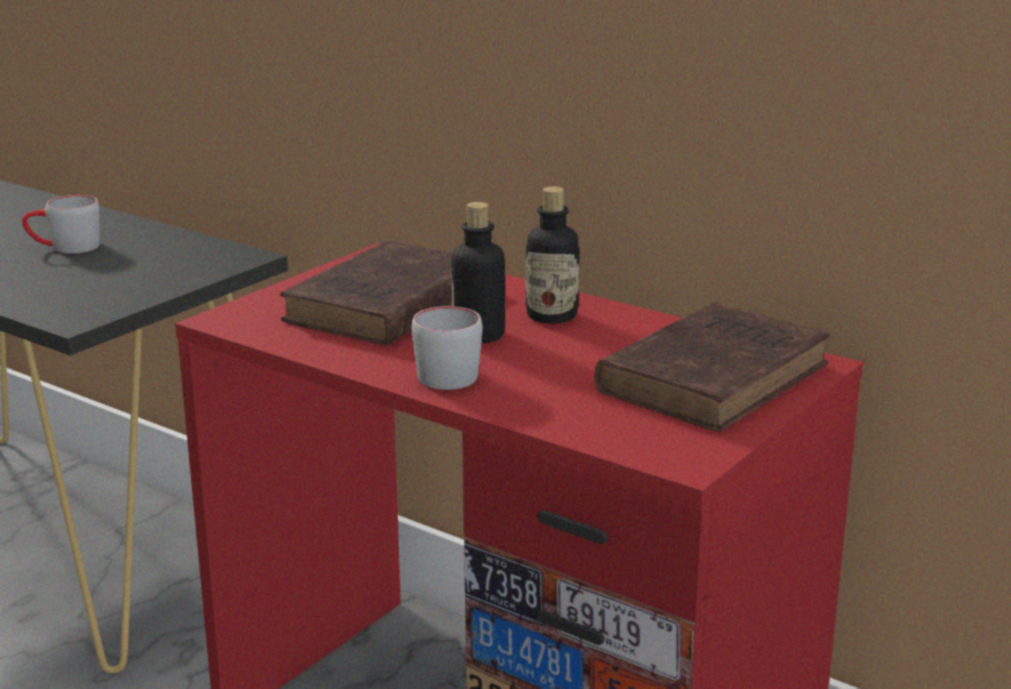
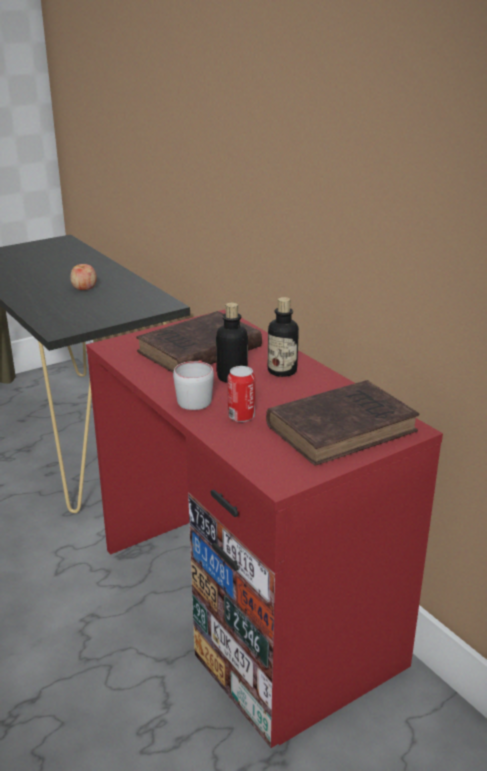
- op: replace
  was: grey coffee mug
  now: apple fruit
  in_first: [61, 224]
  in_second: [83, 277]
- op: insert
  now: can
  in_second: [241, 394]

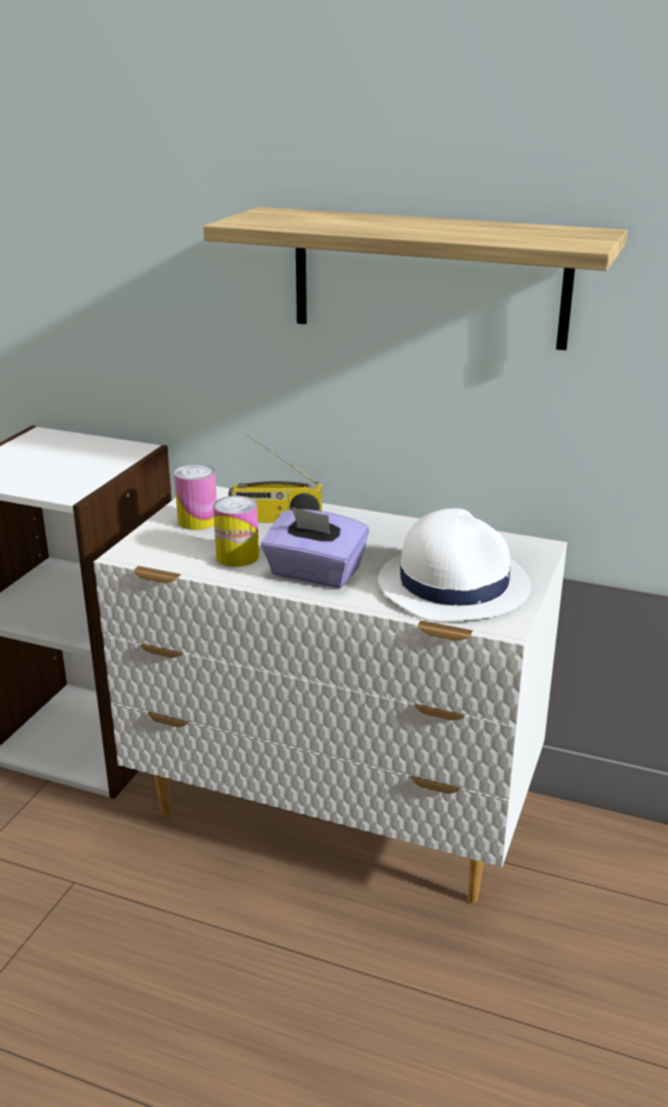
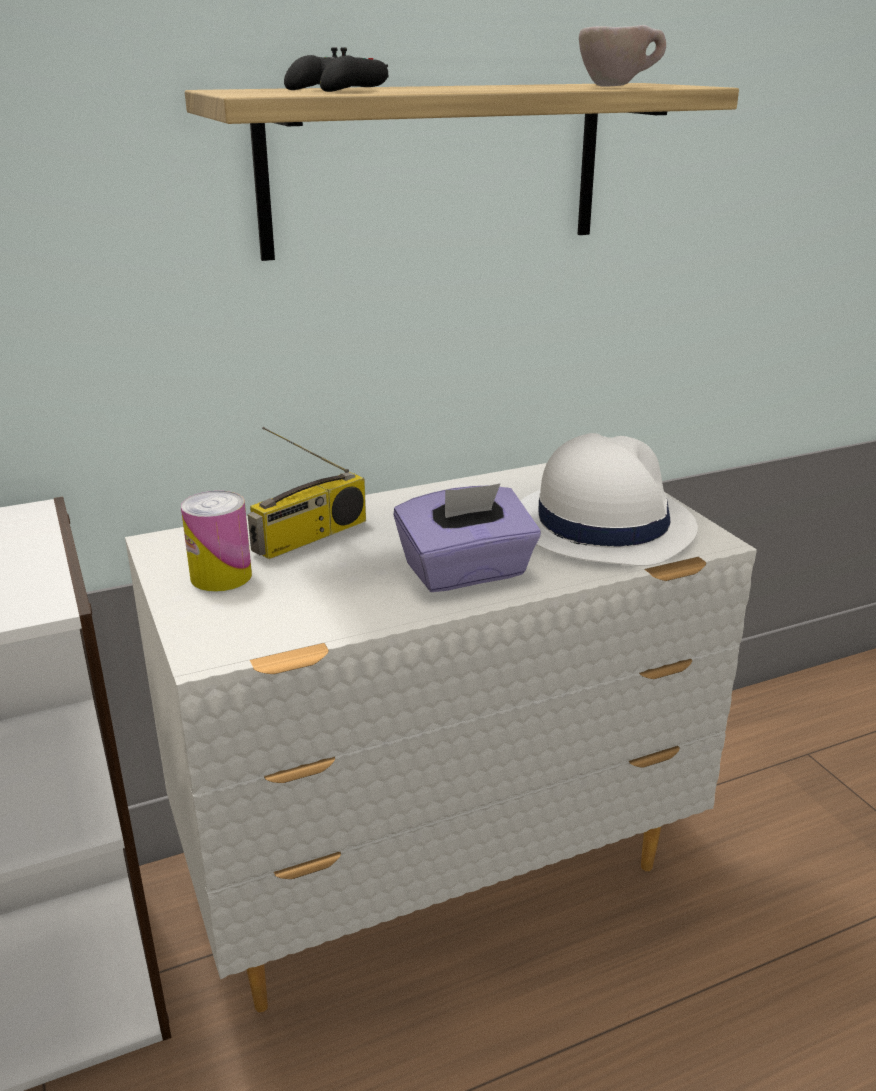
- op: delete
  was: can
  in_first: [236, 531]
- op: insert
  now: blackish gamepad
  in_second: [336, 70]
- op: insert
  now: sand-coloured drinking cup
  in_second: [622, 55]

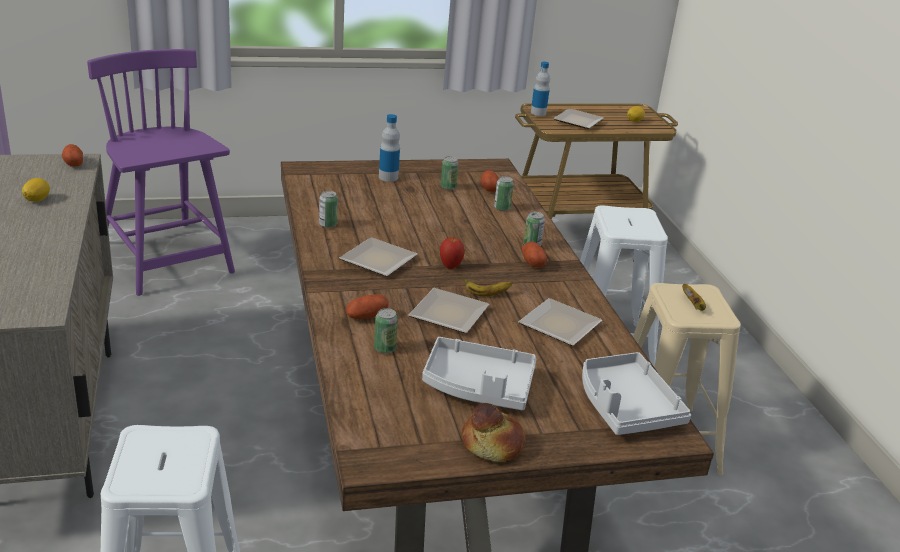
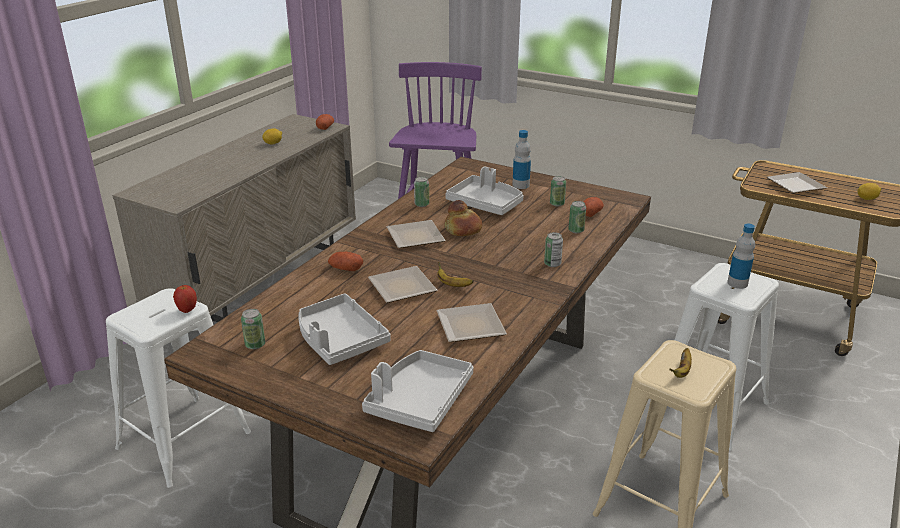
- op: move
  was: can
  in_first: [386, 331]
  in_second: [253, 329]
- op: move
  was: apple fruit
  in_first: [452, 253]
  in_second: [185, 299]
- op: move
  was: bread
  in_first: [494, 432]
  in_second: [463, 218]
- op: delete
  was: potato
  in_first: [534, 254]
- op: move
  was: bottle
  in_first: [540, 88]
  in_second: [741, 256]
- op: insert
  now: grey carrying tray
  in_second: [484, 191]

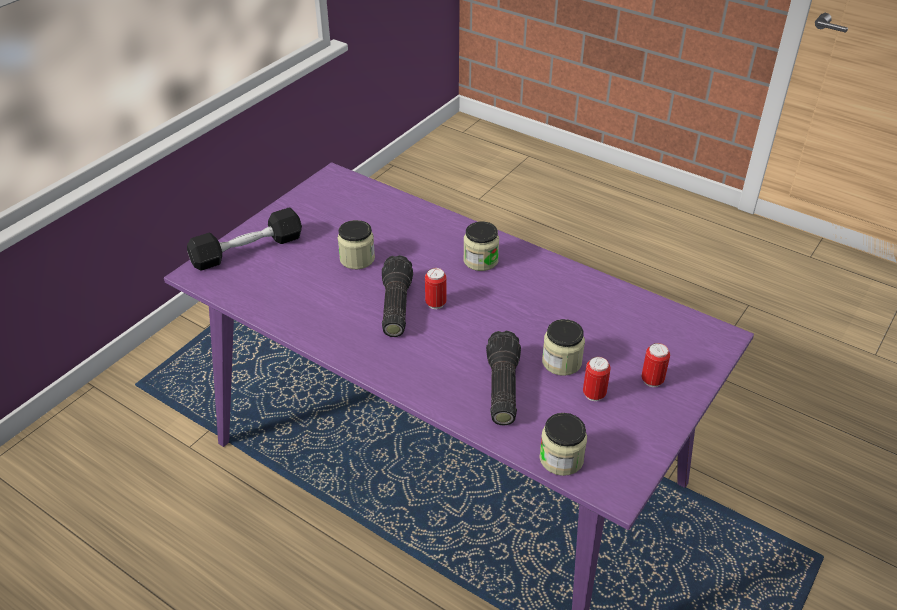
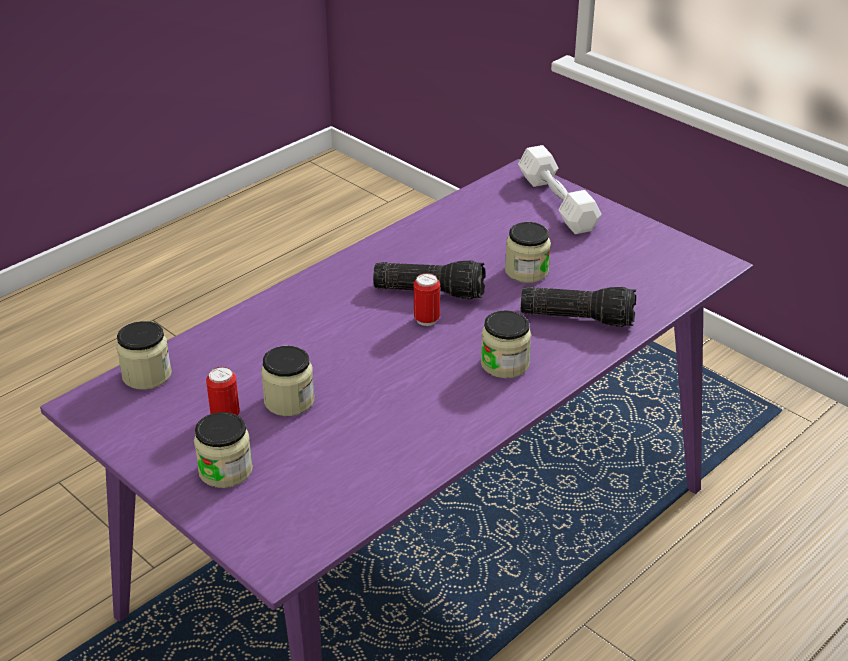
- op: recolor
  was: blackish free weight
  now: white free weight
  in_first: [244, 238]
  in_second: [560, 189]
- op: move
  was: torch
  in_first: [503, 378]
  in_second: [578, 306]
- op: replace
  was: can
  now: storage jar
  in_first: [655, 365]
  in_second: [223, 450]

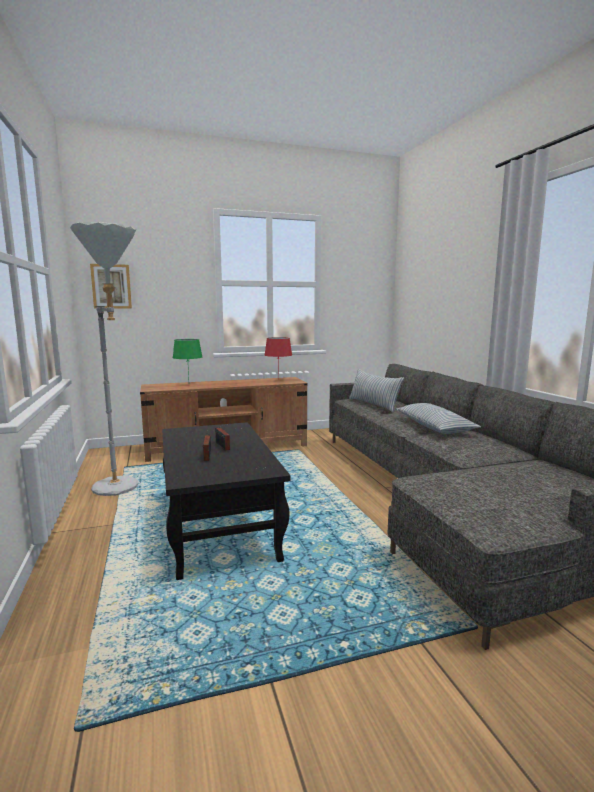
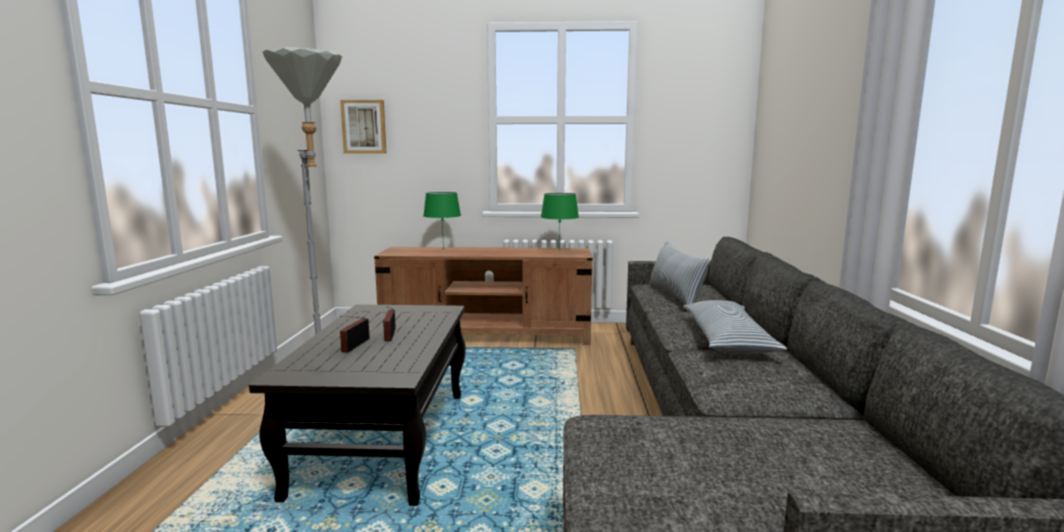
- op: recolor
  was: red-coloured tabletop lamp
  now: green tabletop lamp
  in_first: [278, 358]
  in_second: [560, 222]

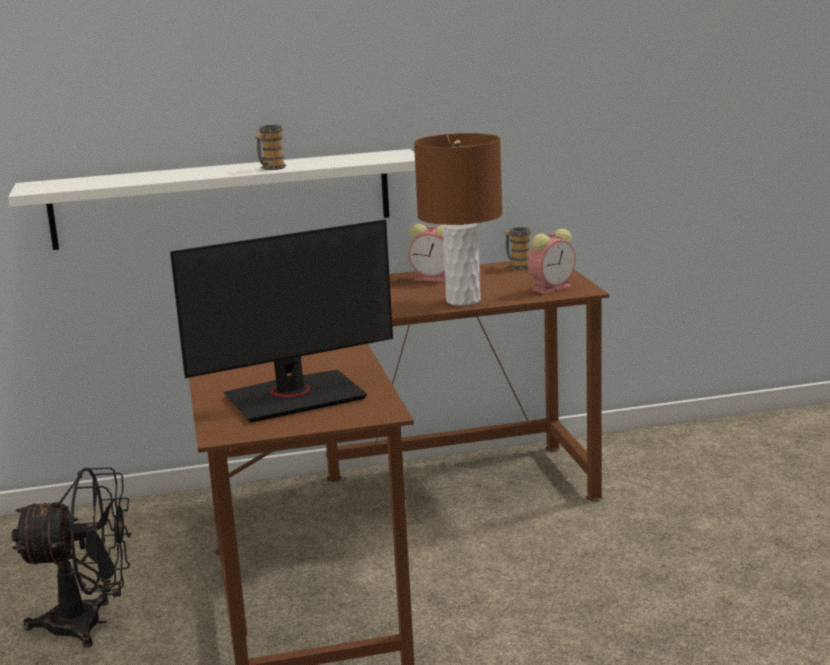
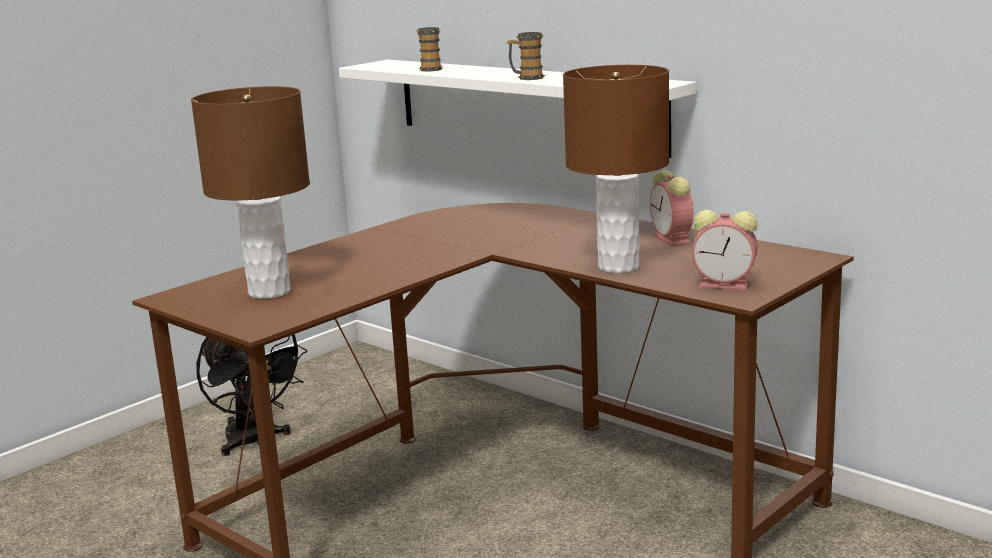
- op: replace
  was: computer display
  now: brownish tabletop lamp
  in_first: [281, 321]
  in_second: [250, 192]
- op: move
  was: coffee mug
  in_first: [518, 248]
  in_second: [429, 49]

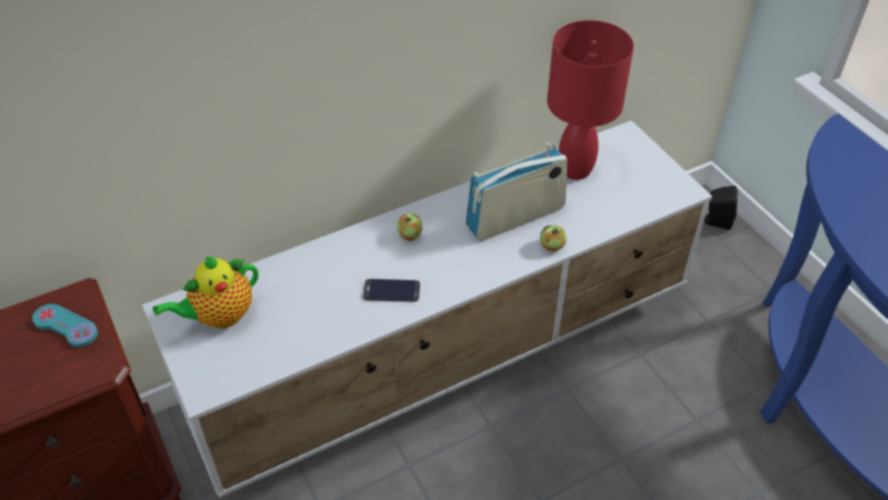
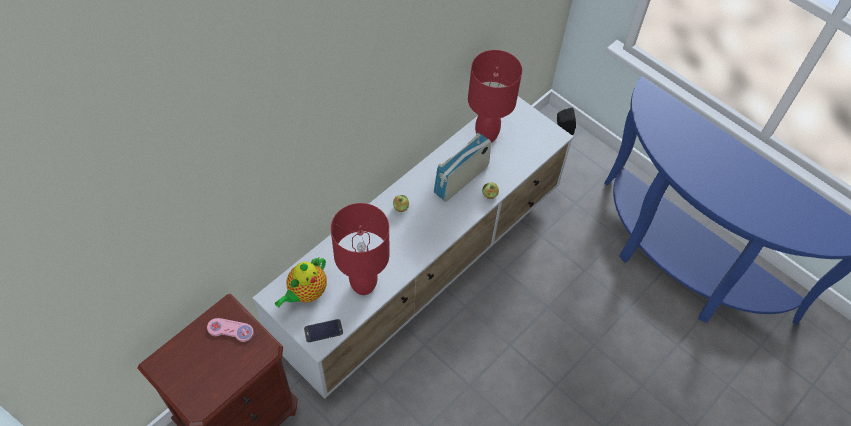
- op: recolor
  was: turquoise-coloured gamepad
  now: pinkish gamepad
  in_first: [65, 325]
  in_second: [230, 330]
- op: move
  was: phone
  in_first: [391, 290]
  in_second: [323, 330]
- op: insert
  now: red-coloured tabletop lamp
  in_second: [360, 249]

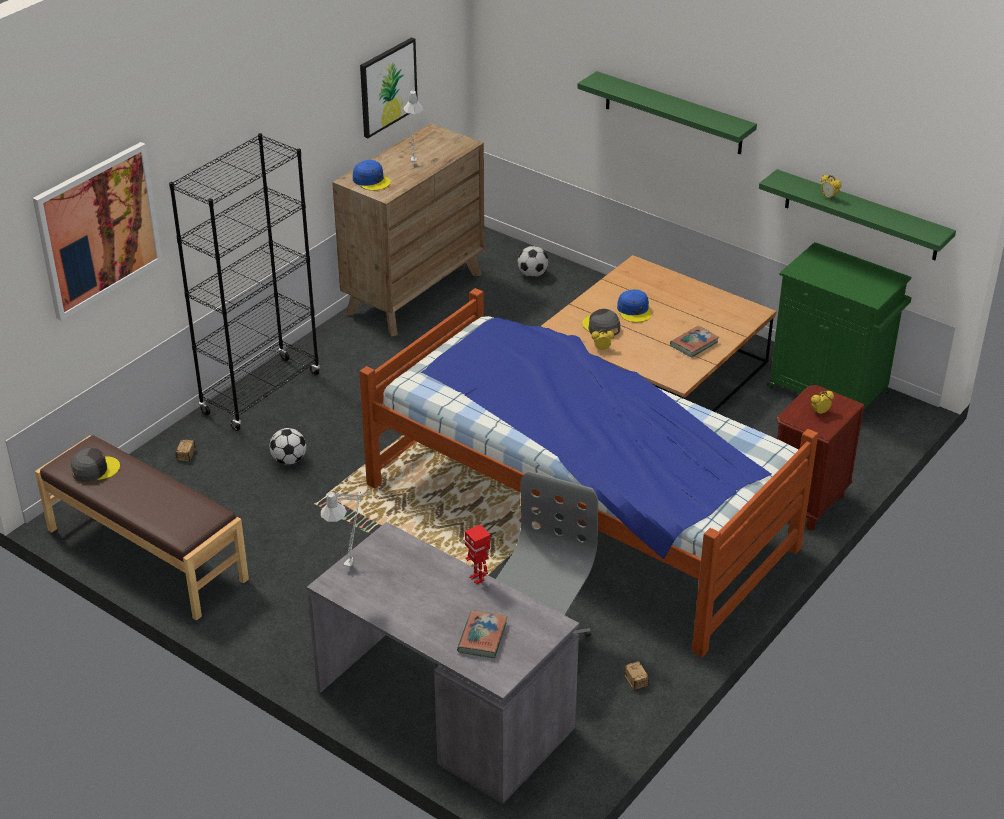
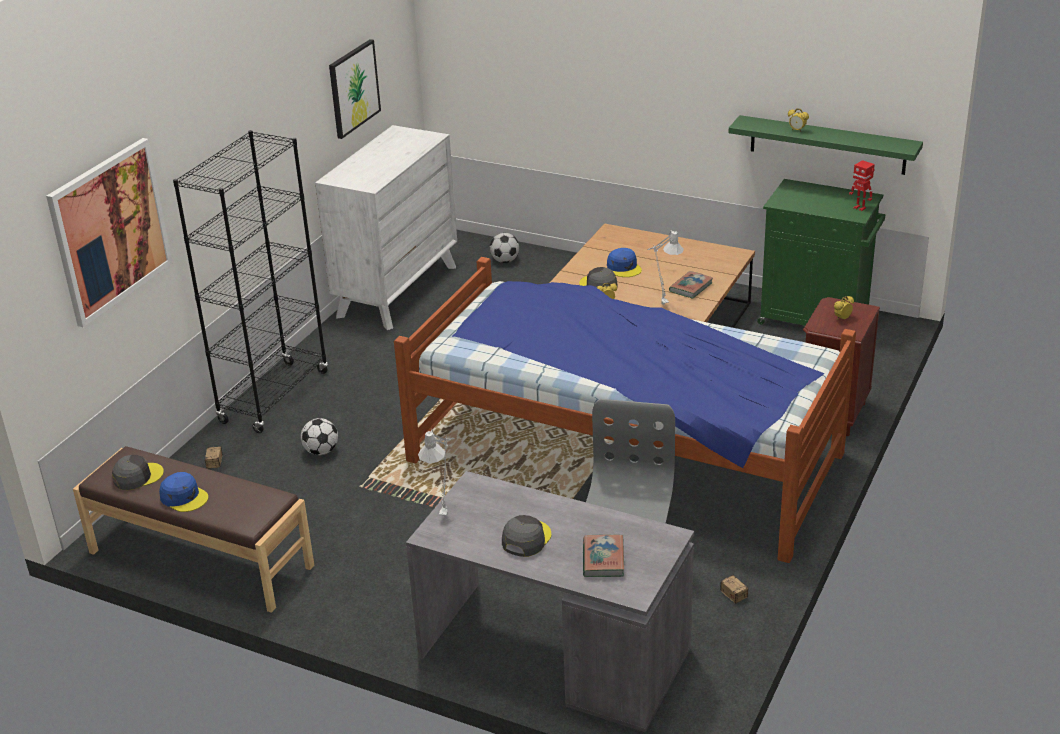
- op: recolor
  was: brownish chest of drawers
  now: white chest of drawers
  in_first: [408, 229]
  in_second: [386, 227]
- op: move
  was: bluish peaked cap
  in_first: [372, 175]
  in_second: [183, 492]
- op: move
  was: grey tabletop lamp
  in_first: [413, 127]
  in_second: [666, 267]
- op: move
  was: toy robot
  in_first: [478, 555]
  in_second: [862, 185]
- op: delete
  was: green bracket shelf
  in_first: [667, 113]
- op: insert
  now: grey peaked cap
  in_second: [526, 536]

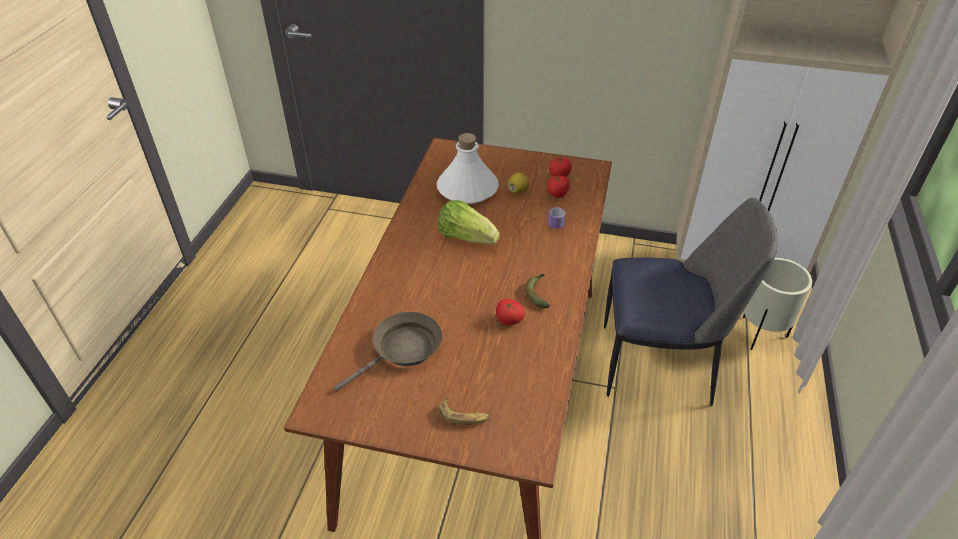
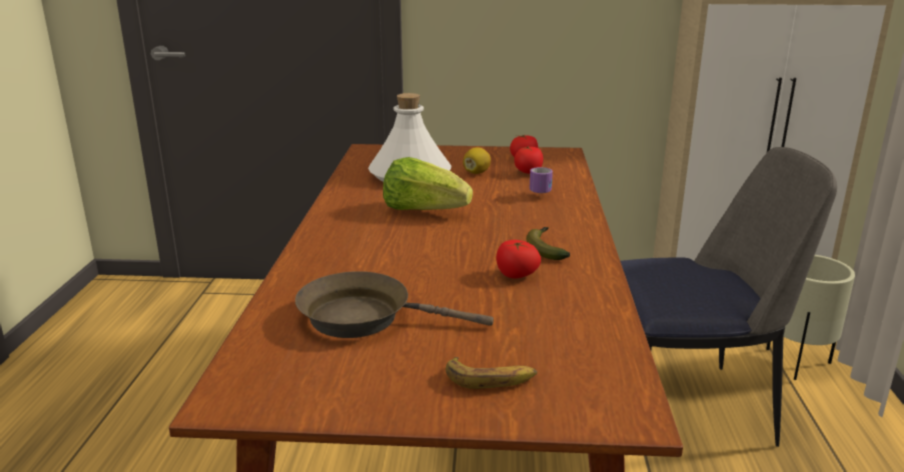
- op: rotate
  was: brownish skillet
  in_first: [387, 352]
  in_second: [394, 304]
  clockwise: -120

